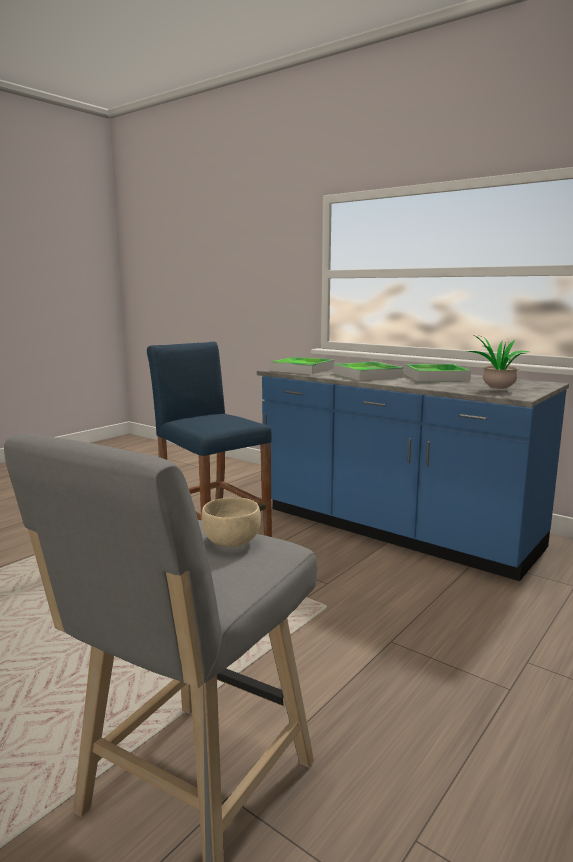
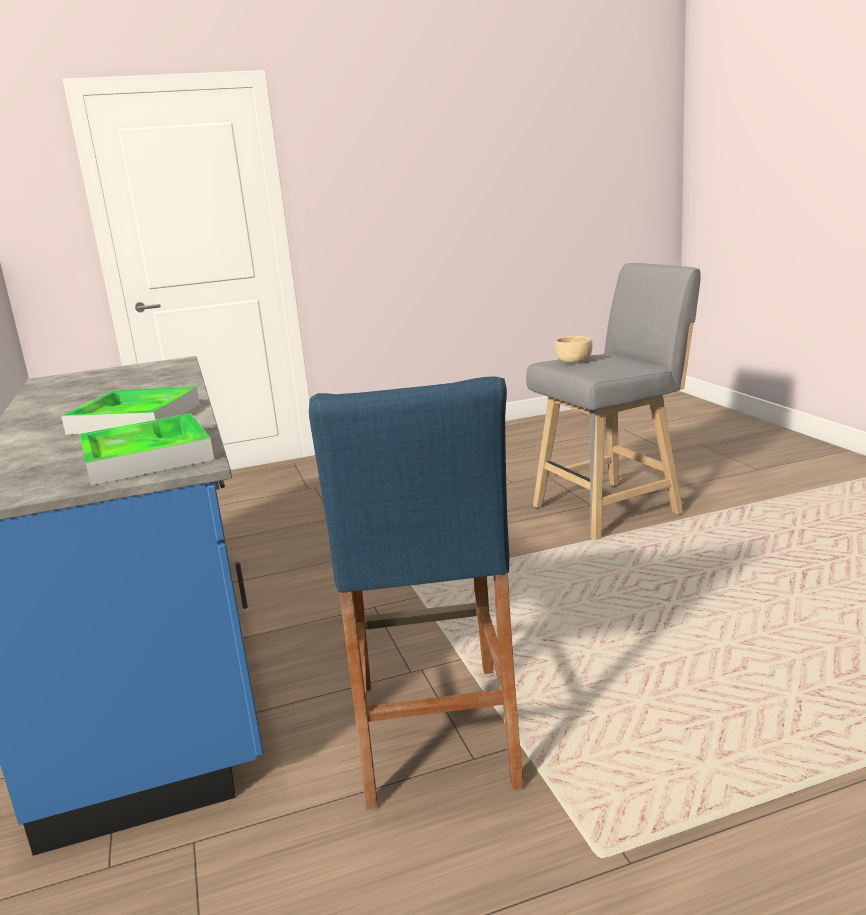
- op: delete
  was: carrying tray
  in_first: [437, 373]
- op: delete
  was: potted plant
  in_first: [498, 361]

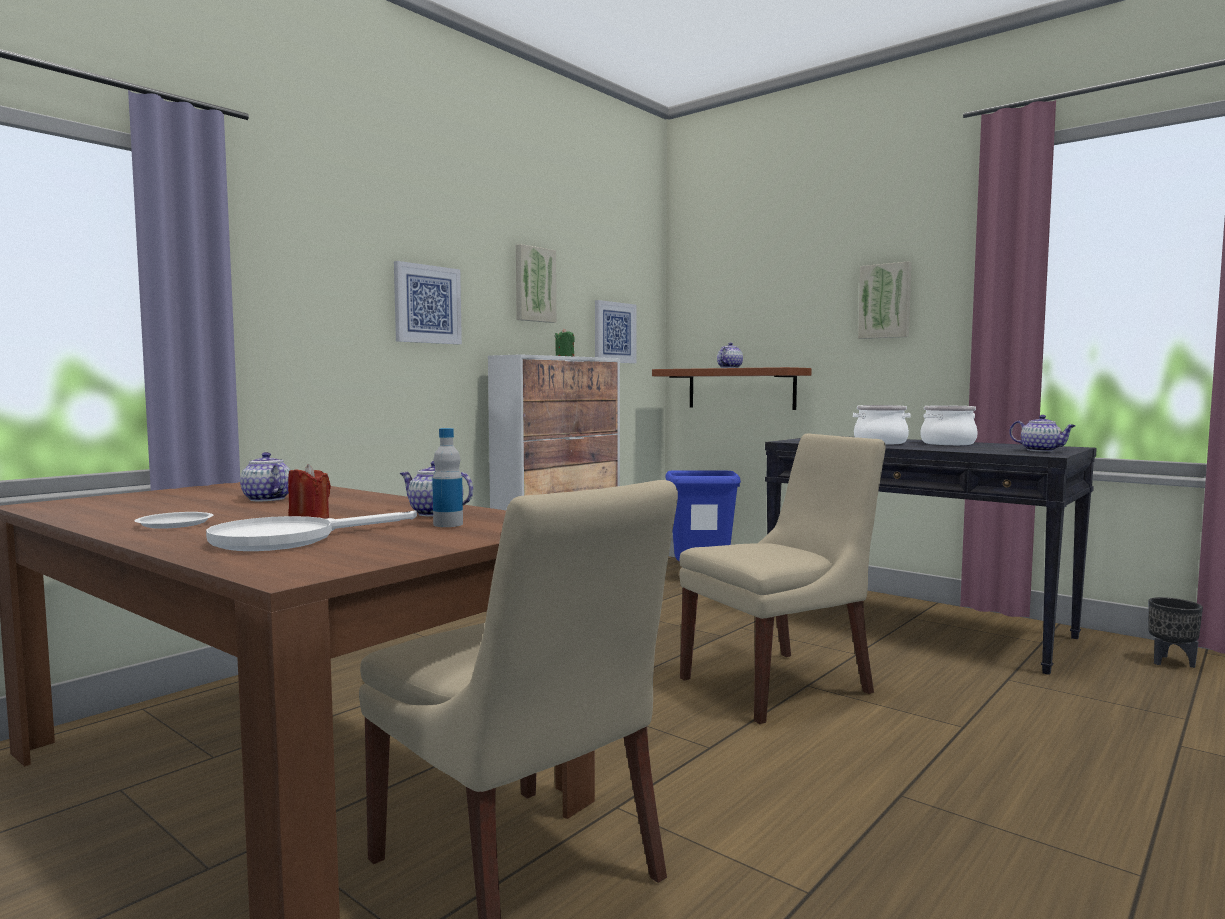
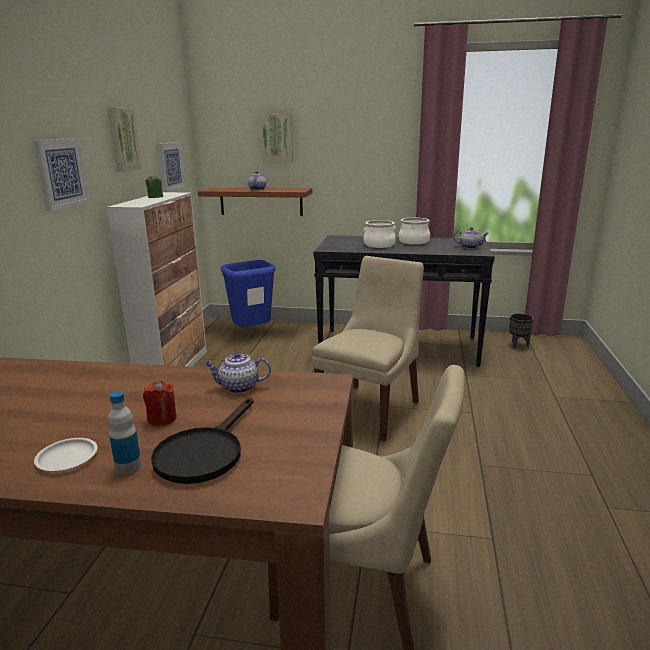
- op: recolor
  was: white skillet
  now: blackish skillet
  in_first: [311, 530]
  in_second: [202, 440]
- op: delete
  was: teapot
  in_first: [265, 477]
- op: move
  was: bottle
  in_first: [447, 477]
  in_second: [125, 433]
- op: move
  was: wall picture
  in_first: [884, 300]
  in_second: [276, 137]

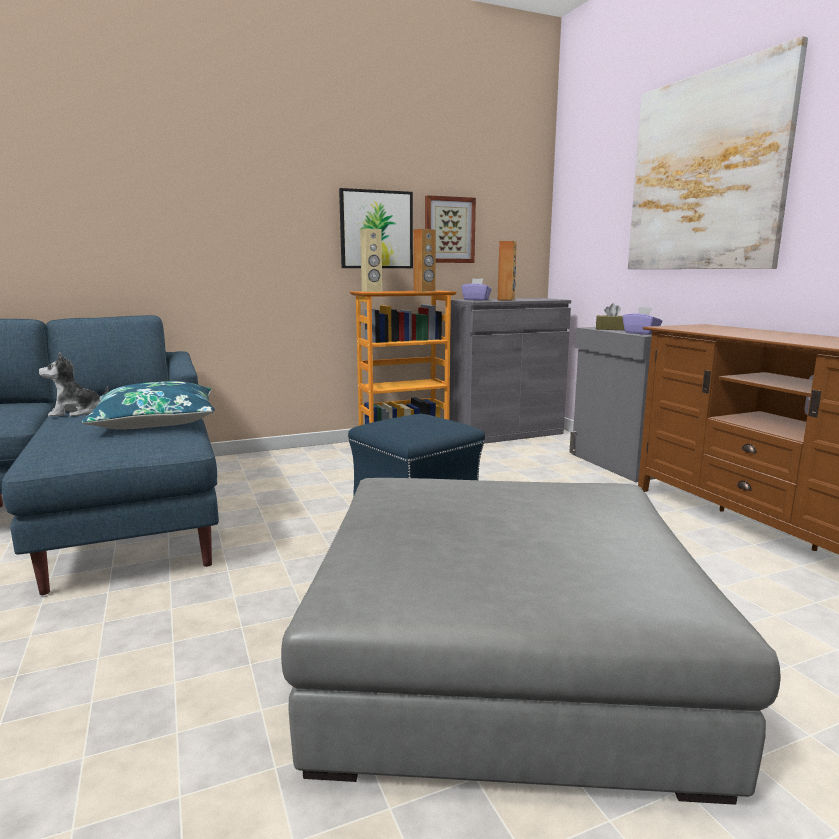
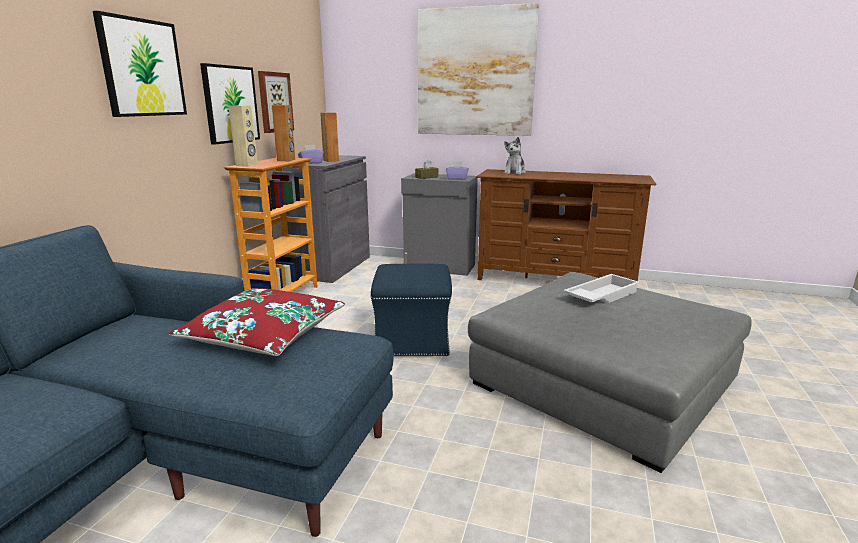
- op: move
  was: soft toy
  in_first: [74, 384]
  in_second: [515, 156]
- op: recolor
  was: bluish pillow
  now: red-coloured pillow
  in_first: [148, 405]
  in_second: [257, 322]
- op: insert
  now: wall picture
  in_second: [140, 64]
- op: insert
  now: white carrying tray
  in_second: [602, 288]

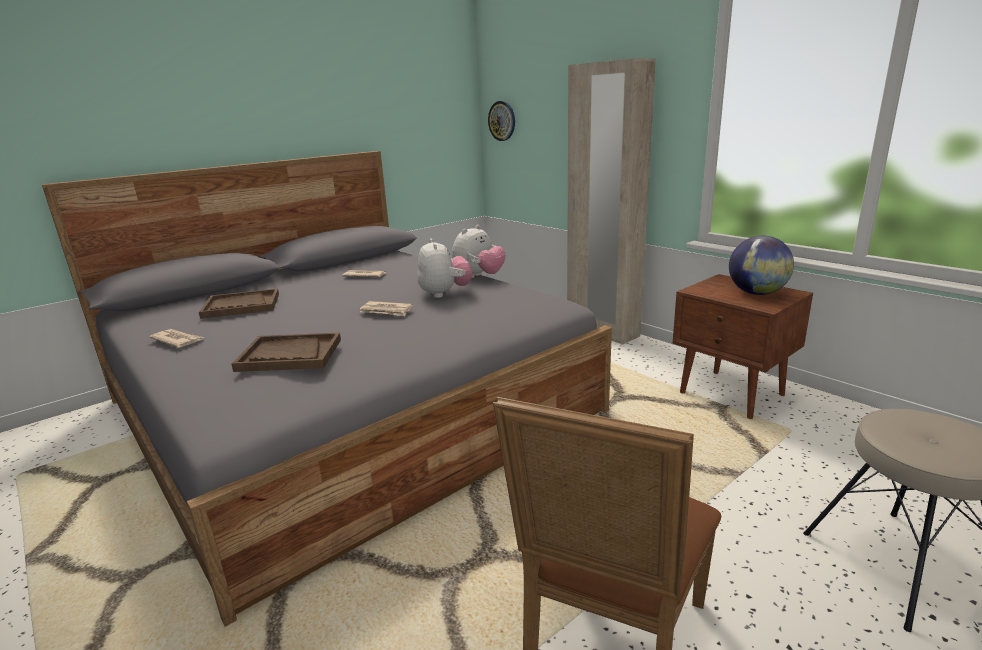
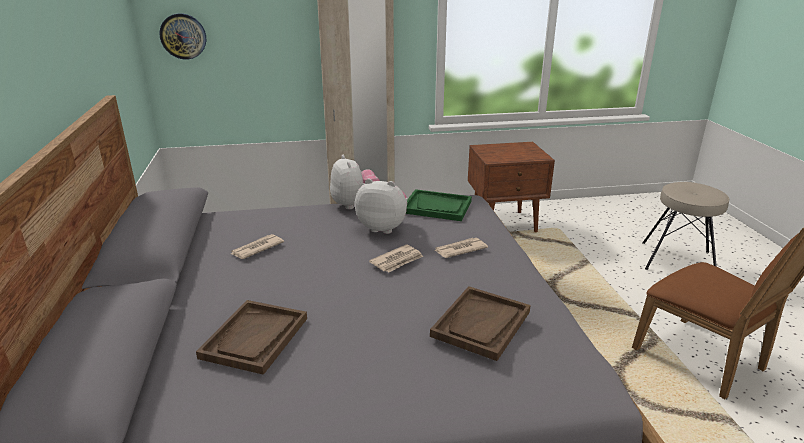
- op: move
  was: printed paper
  in_first: [176, 338]
  in_second: [461, 248]
- op: delete
  was: globe
  in_first: [761, 265]
- op: insert
  now: green carrying tray
  in_second: [439, 205]

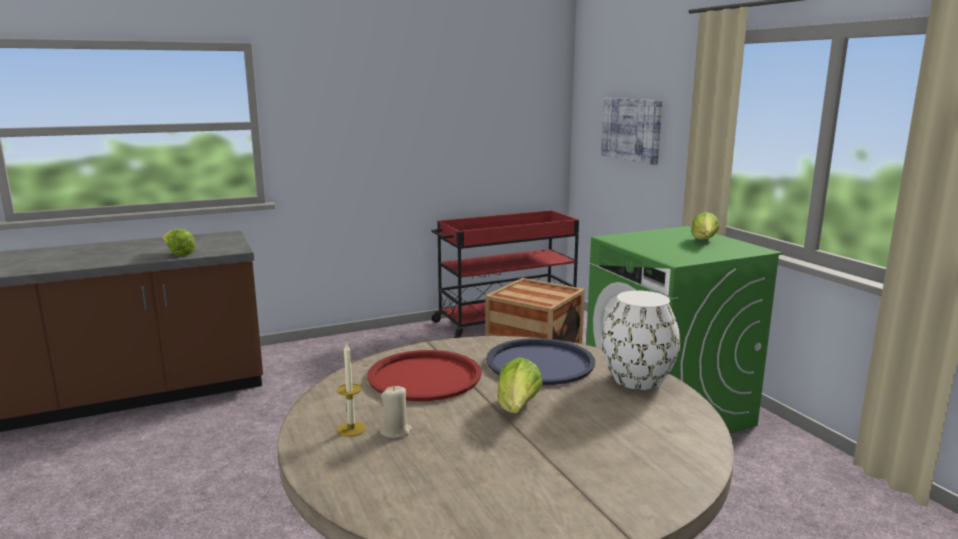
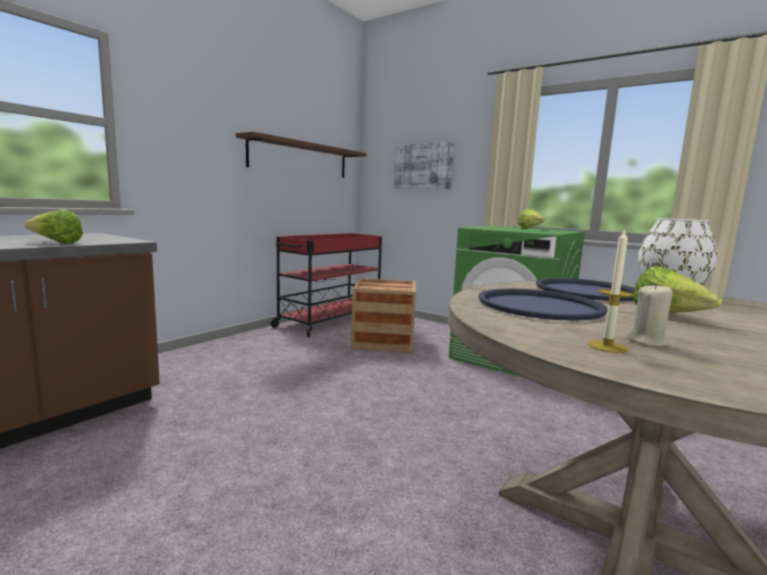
- op: recolor
  was: red-coloured carrying tray
  now: bluish carrying tray
  in_first: [424, 375]
  in_second: [543, 305]
- op: insert
  now: bracket shelf
  in_second: [301, 155]

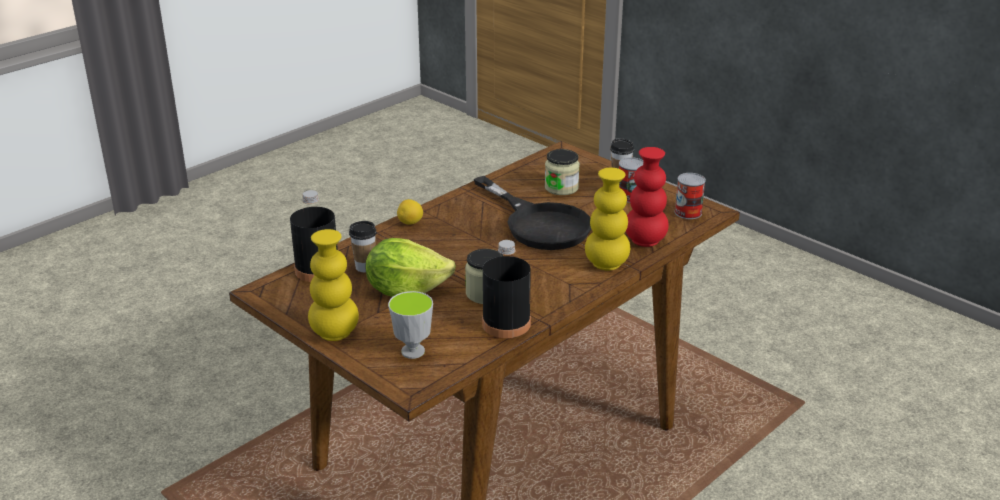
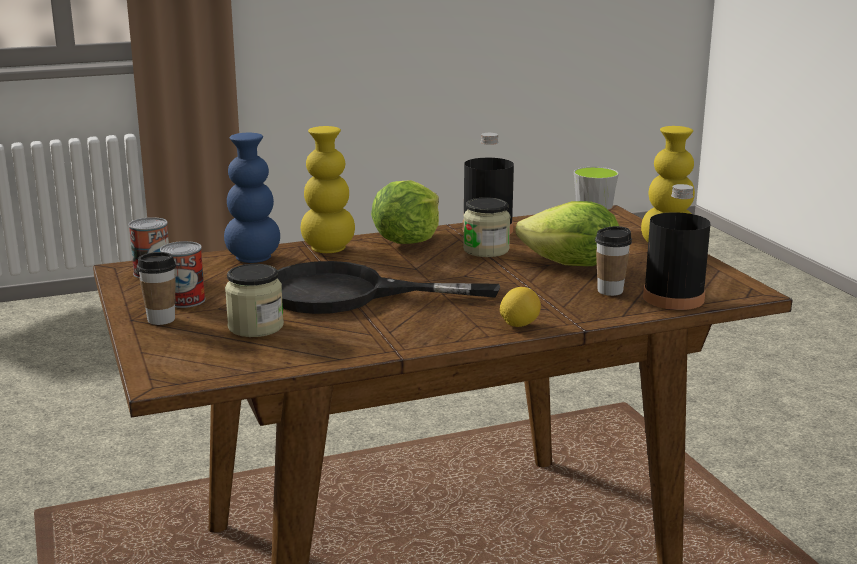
- op: rotate
  was: blackish skillet
  in_first: [532, 213]
  in_second: [388, 287]
  clockwise: -75
- op: recolor
  was: red-coloured vase
  now: bluish vase
  in_first: [647, 197]
  in_second: [252, 198]
- op: insert
  now: lettuce head
  in_second: [405, 212]

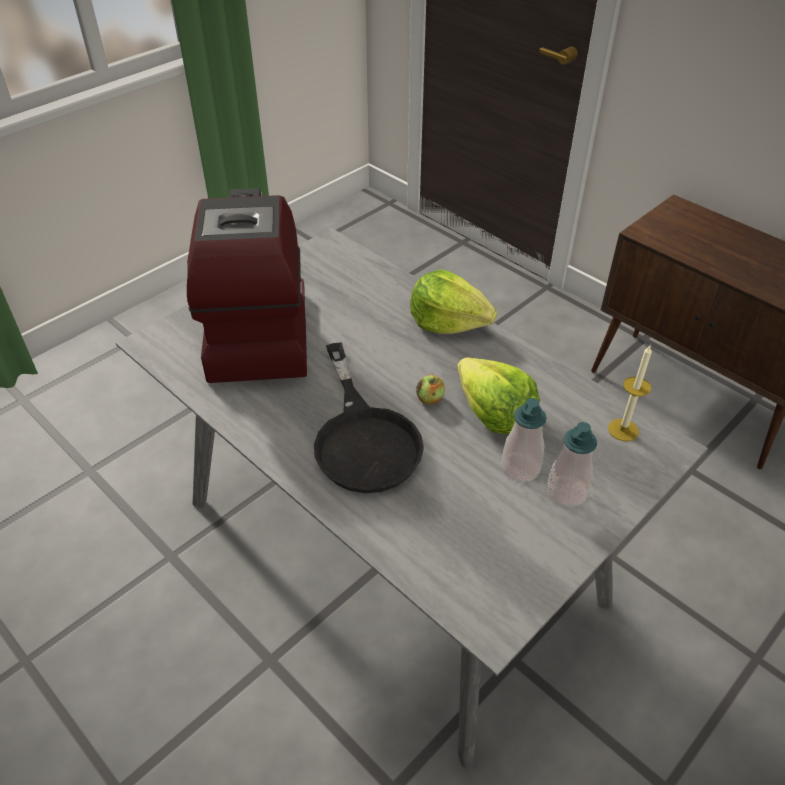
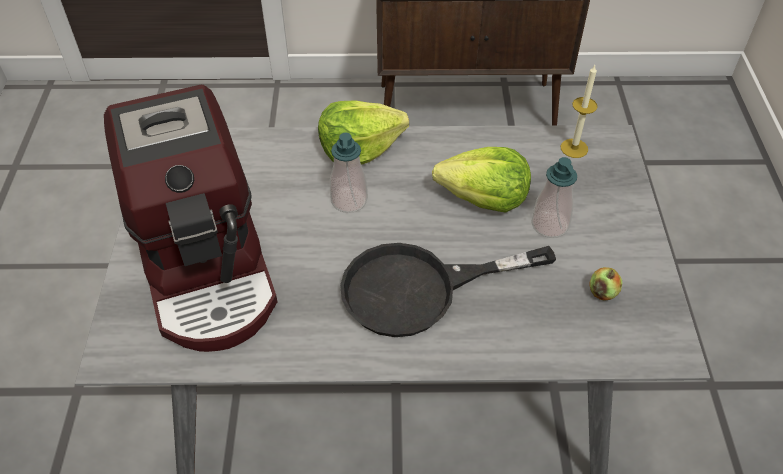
- op: rotate
  was: coffee machine
  in_first: [247, 285]
  in_second: [190, 218]
  clockwise: -150
- op: rotate
  was: blackish skillet
  in_first: [369, 417]
  in_second: [448, 290]
  clockwise: 135
- op: move
  was: apple fruit
  in_first: [430, 389]
  in_second: [606, 284]
- op: move
  was: soap dispenser
  in_first: [572, 464]
  in_second: [349, 173]

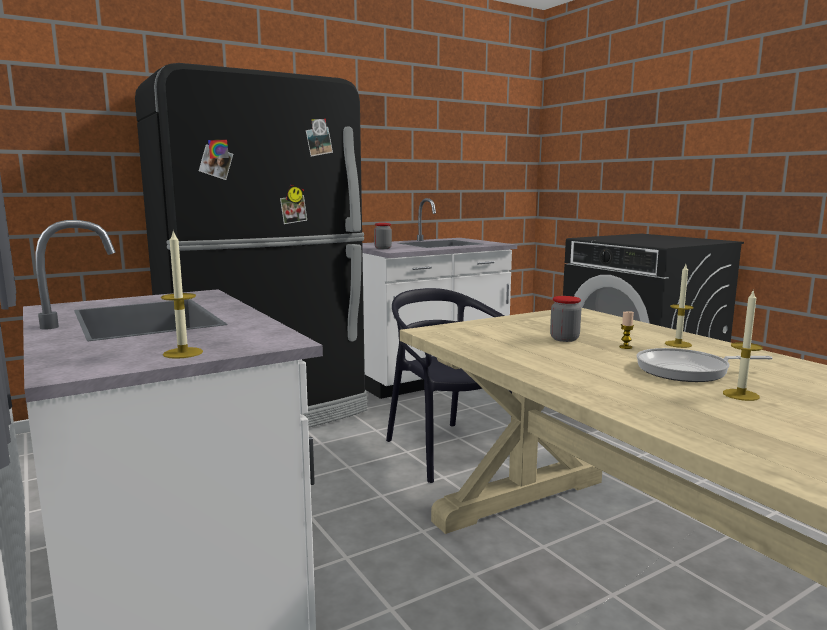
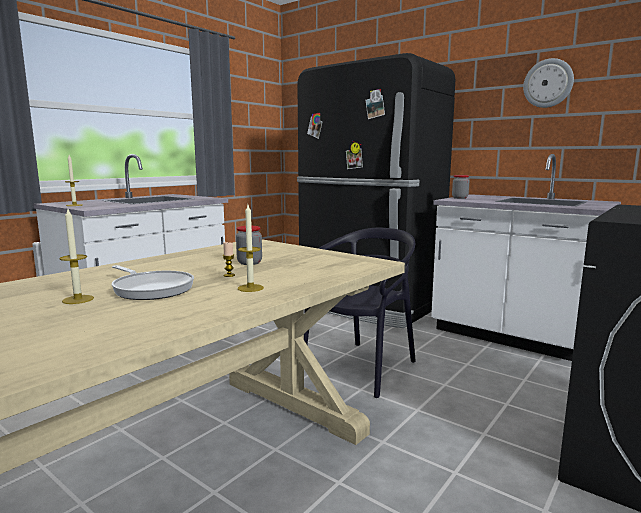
- op: rotate
  was: skillet
  in_first: [705, 365]
  in_second: [153, 282]
  clockwise: 150
- op: insert
  now: clock on the wall
  in_second: [548, 83]

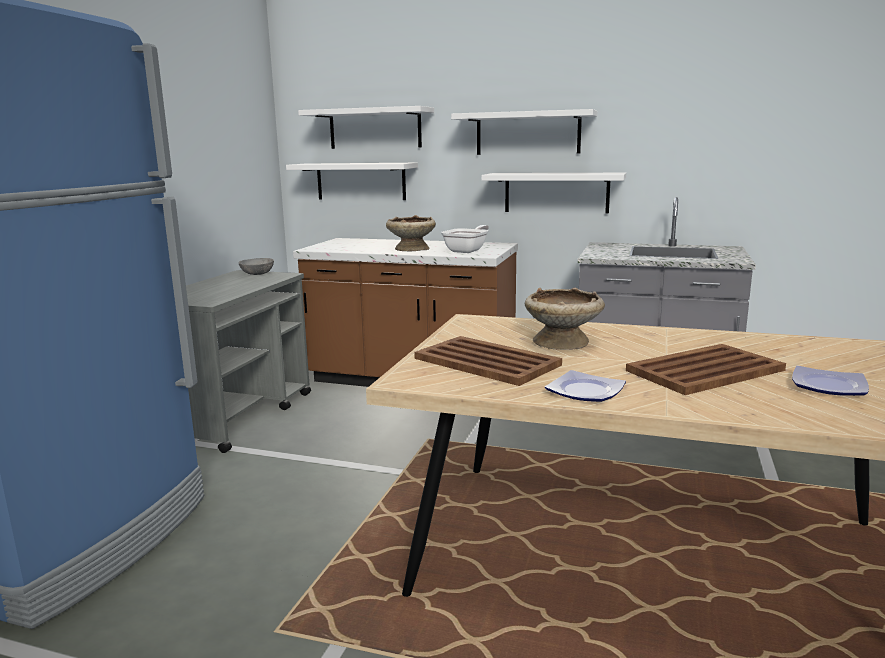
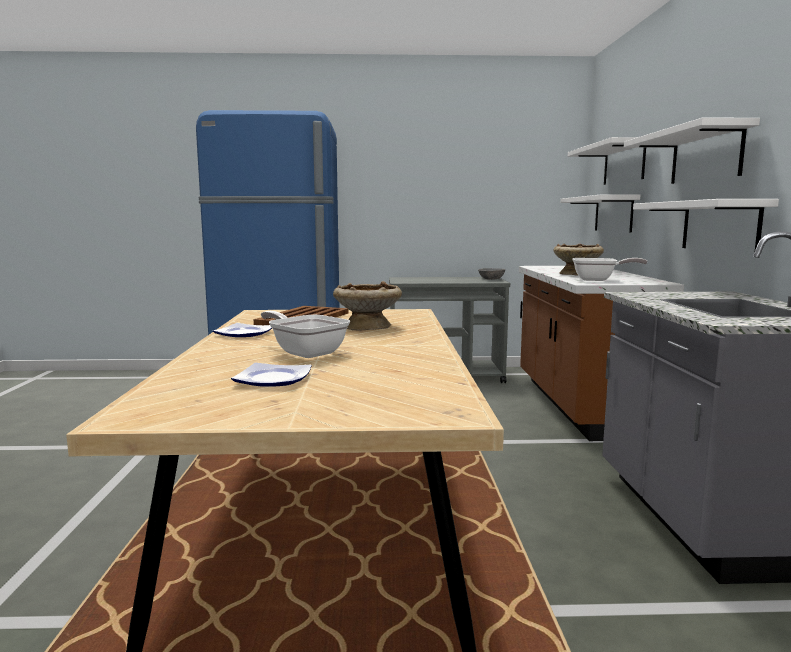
- op: replace
  was: brownish carrying tray
  now: skillet
  in_first: [706, 369]
  in_second: [305, 334]

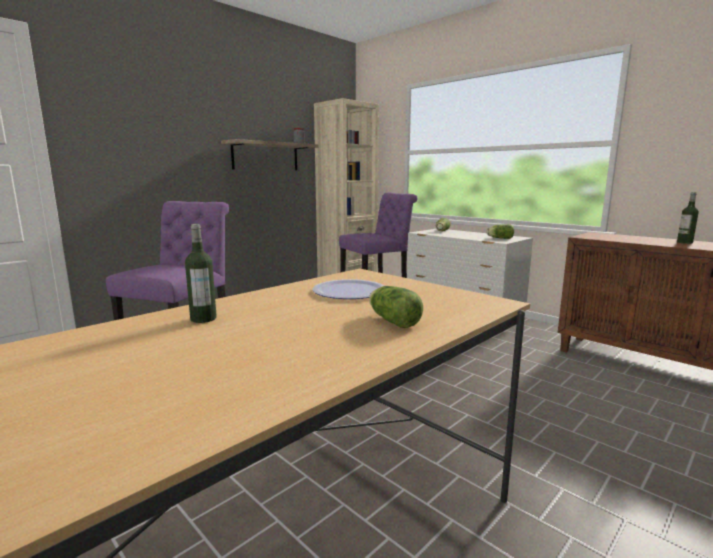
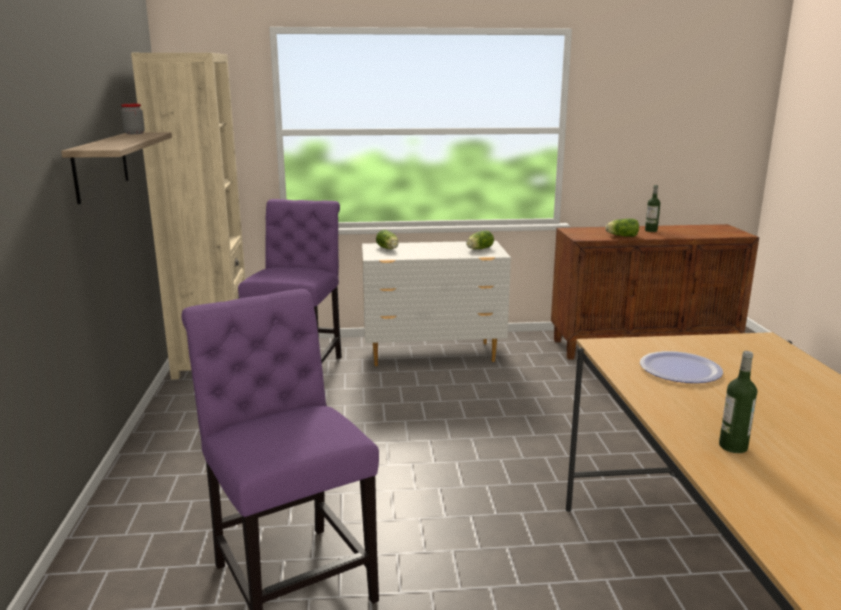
- op: move
  was: lettuce head
  in_first: [396, 307]
  in_second: [622, 228]

